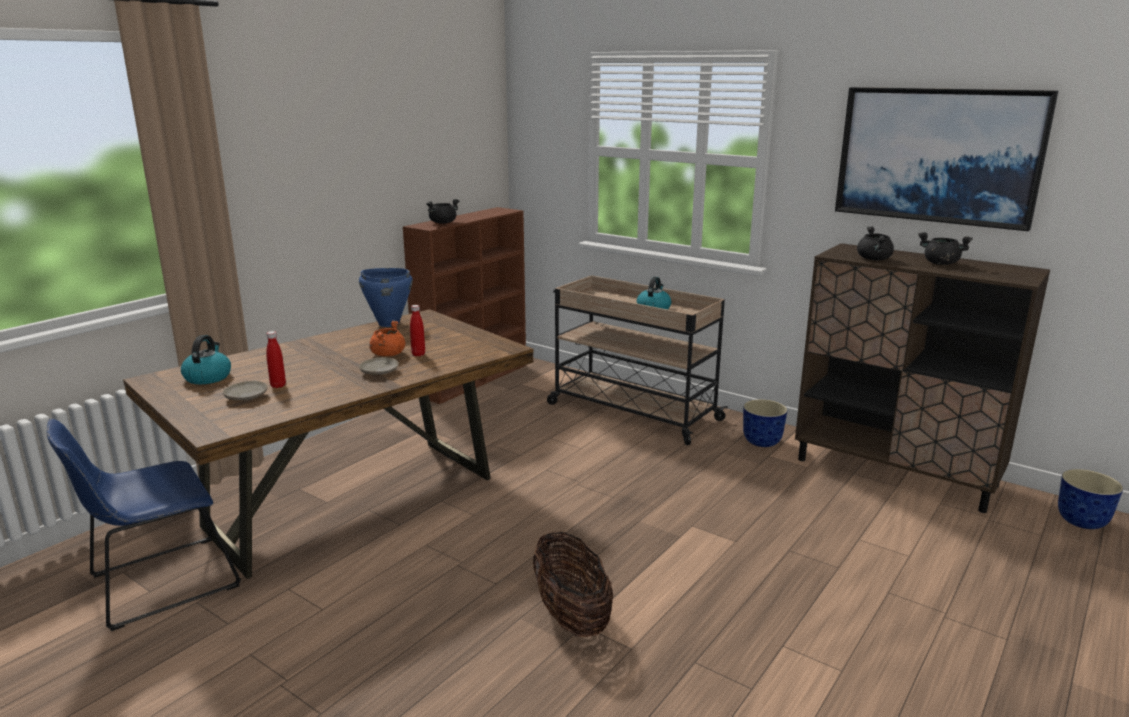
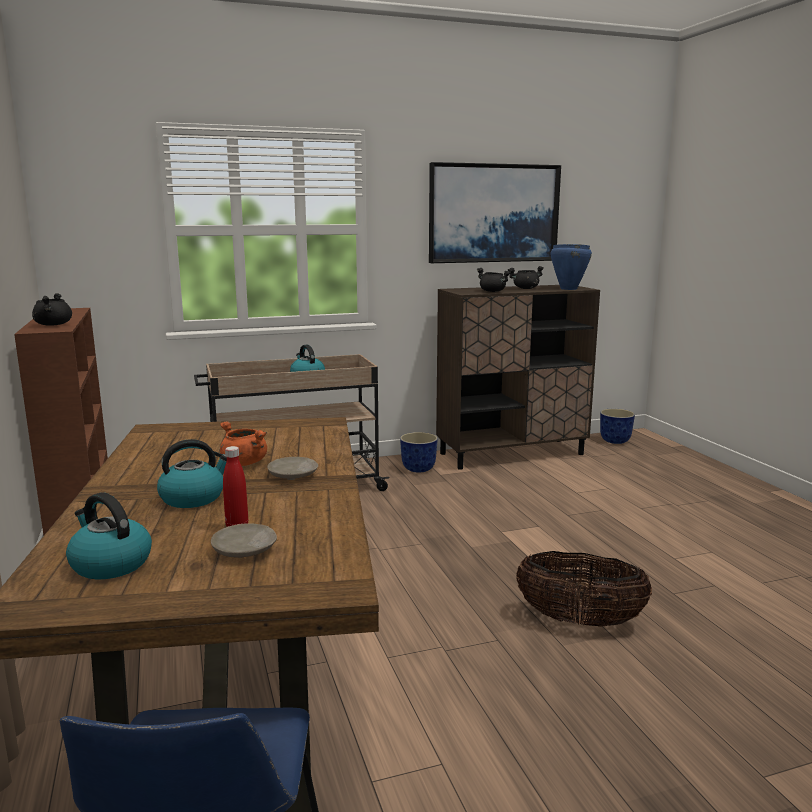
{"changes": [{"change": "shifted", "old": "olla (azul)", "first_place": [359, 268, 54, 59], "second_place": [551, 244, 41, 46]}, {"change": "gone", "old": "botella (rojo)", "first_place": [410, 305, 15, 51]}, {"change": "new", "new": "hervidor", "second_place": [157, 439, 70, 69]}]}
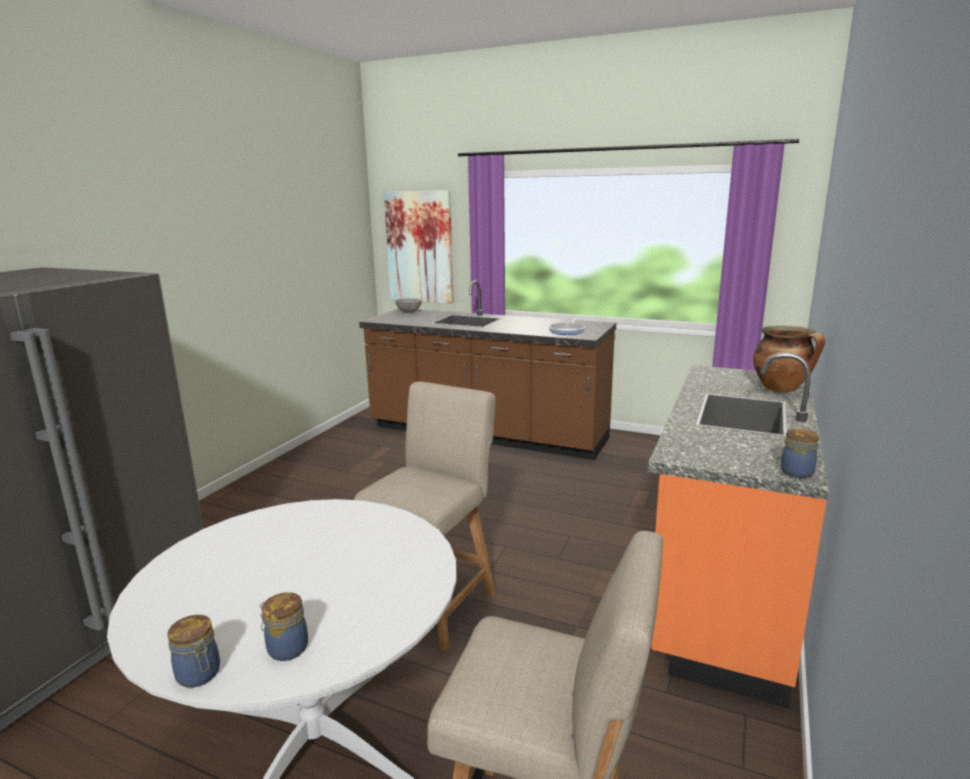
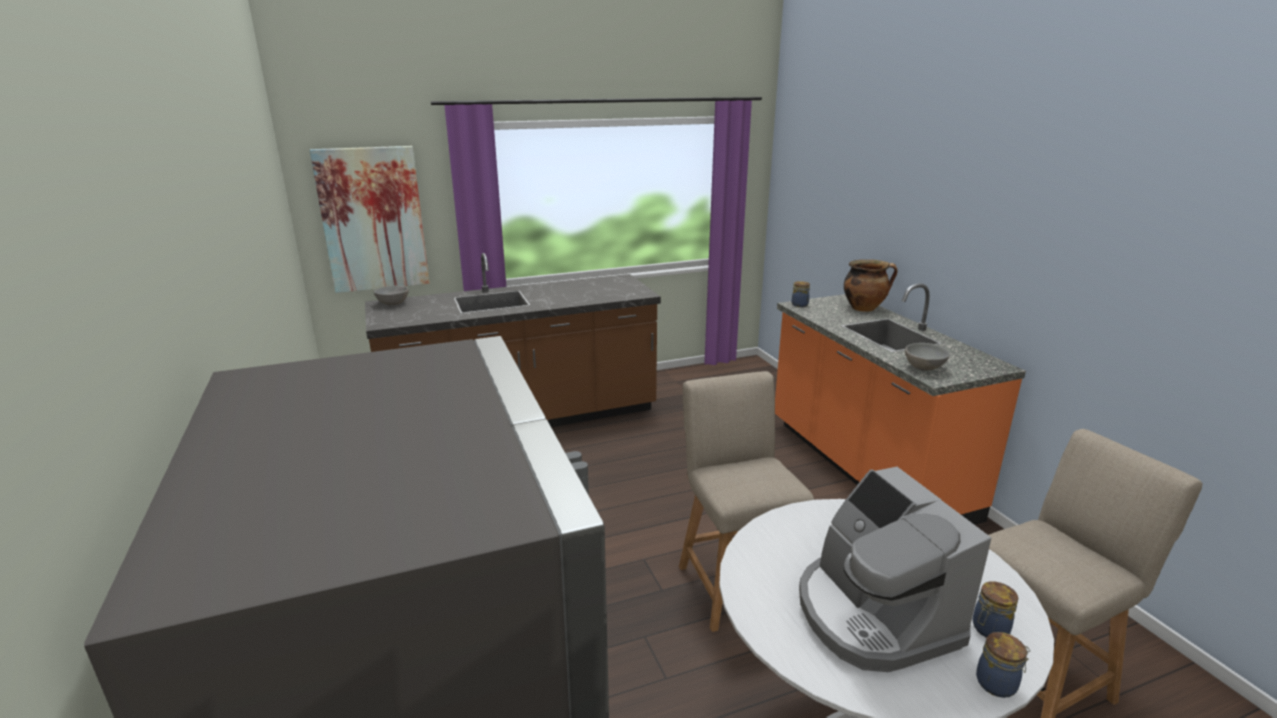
{"changes": [{"change": "gone", "old": "sartén", "first_place": [549, 318, 36, 17]}, {"change": "shifted", "old": "tarro", "first_place": [781, 429, 38, 49], "second_place": [792, 281, 18, 26]}, {"change": "new", "new": "cuenco (gris)", "second_place": [905, 343, 45, 28]}, {"change": "new", "new": "cafetera", "second_place": [799, 467, 192, 205]}]}
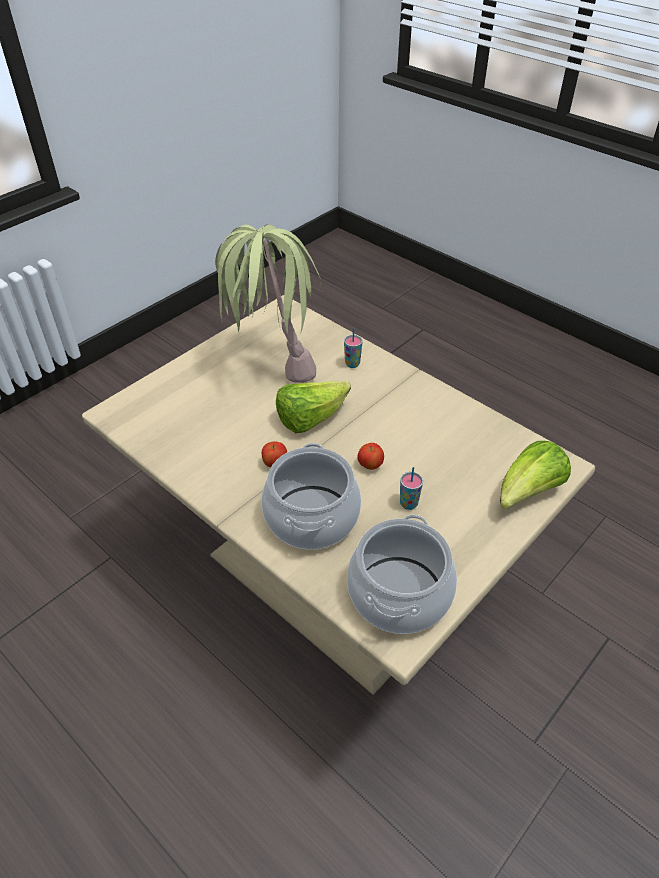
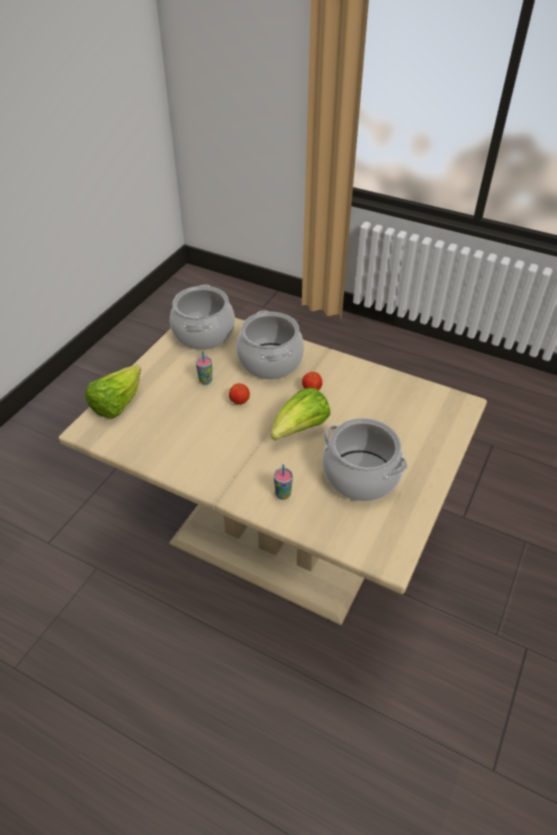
{"changes": [{"change": "swapped", "old": "planta en maceta", "new": "olla", "first_place": [215, 224, 106, 159], "second_place": [322, 418, 86, 83]}]}
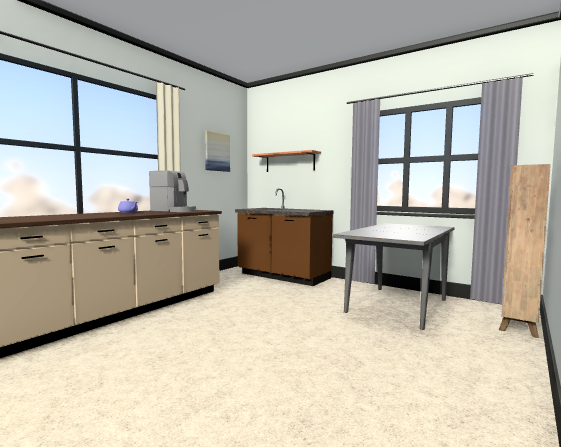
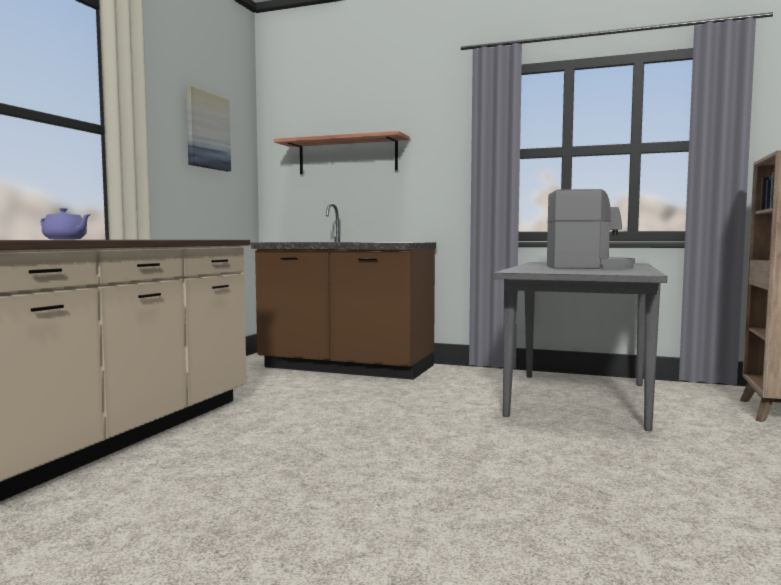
{"changes": [{"change": "shifted", "old": "cafetera", "first_place": [149, 171, 47, 41], "second_place": [547, 189, 88, 80]}]}
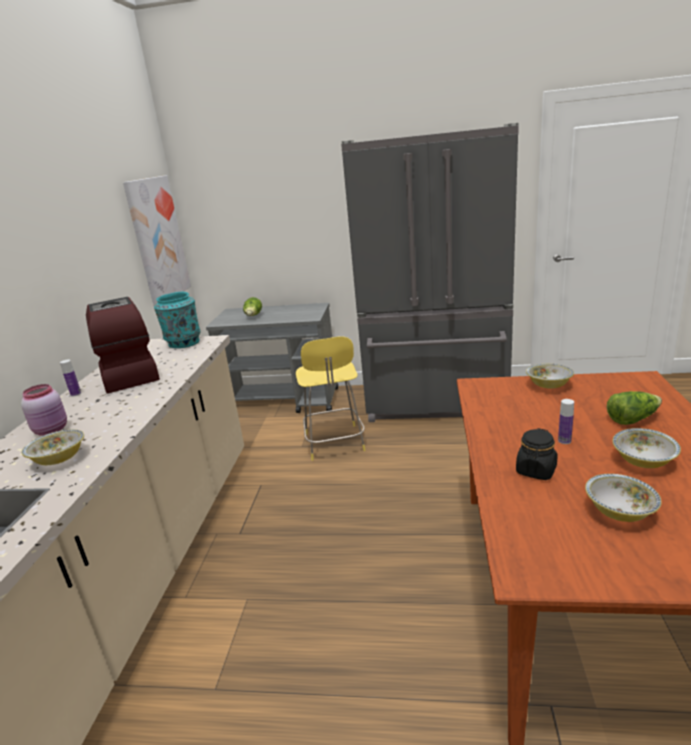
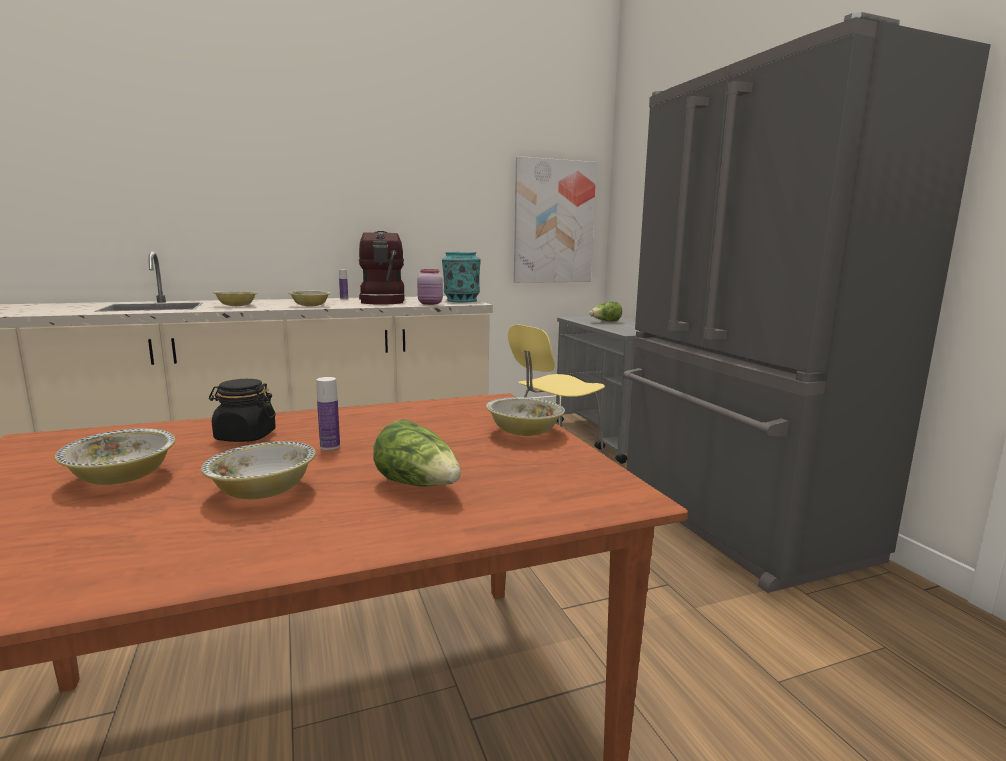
{"changes": [{"change": "rotated", "old": "cafetera", "first_place": [86, 297, 74, 96], "second_place": [359, 231, 46, 74], "degrees": 135}, {"change": "shifted", "old": "tarro (rosa)", "first_place": [21, 384, 46, 52], "second_place": [417, 269, 26, 36]}, {"change": "new", "new": "cuenco", "second_place": [289, 290, 42, 17]}]}
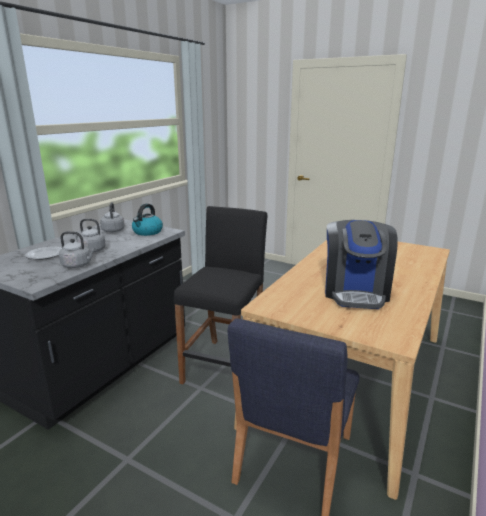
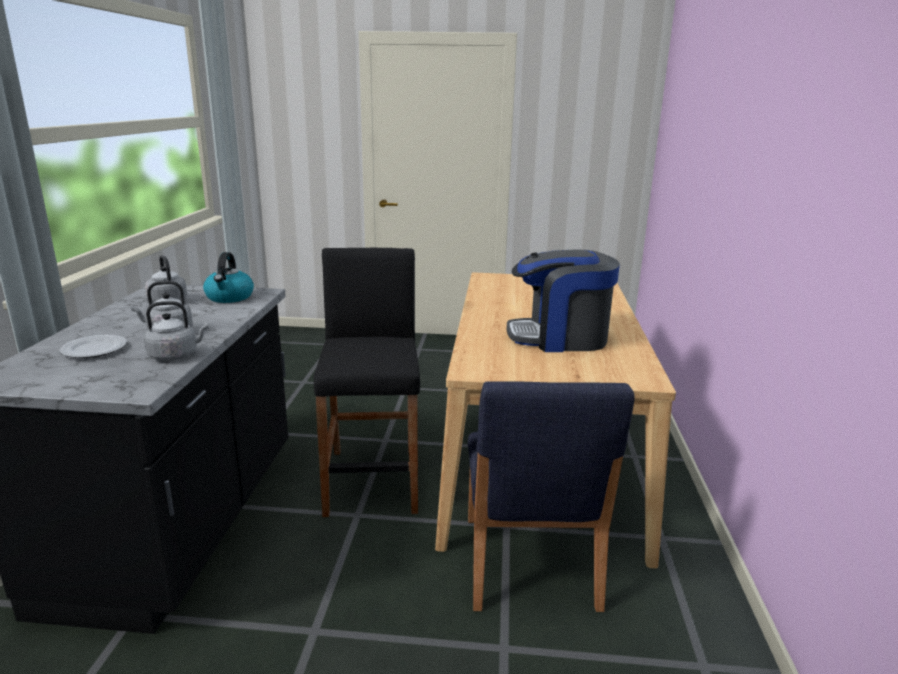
{"changes": [{"change": "rotated", "old": "cafetera", "first_place": [325, 220, 73, 89], "second_place": [507, 249, 113, 103], "degrees": 105}]}
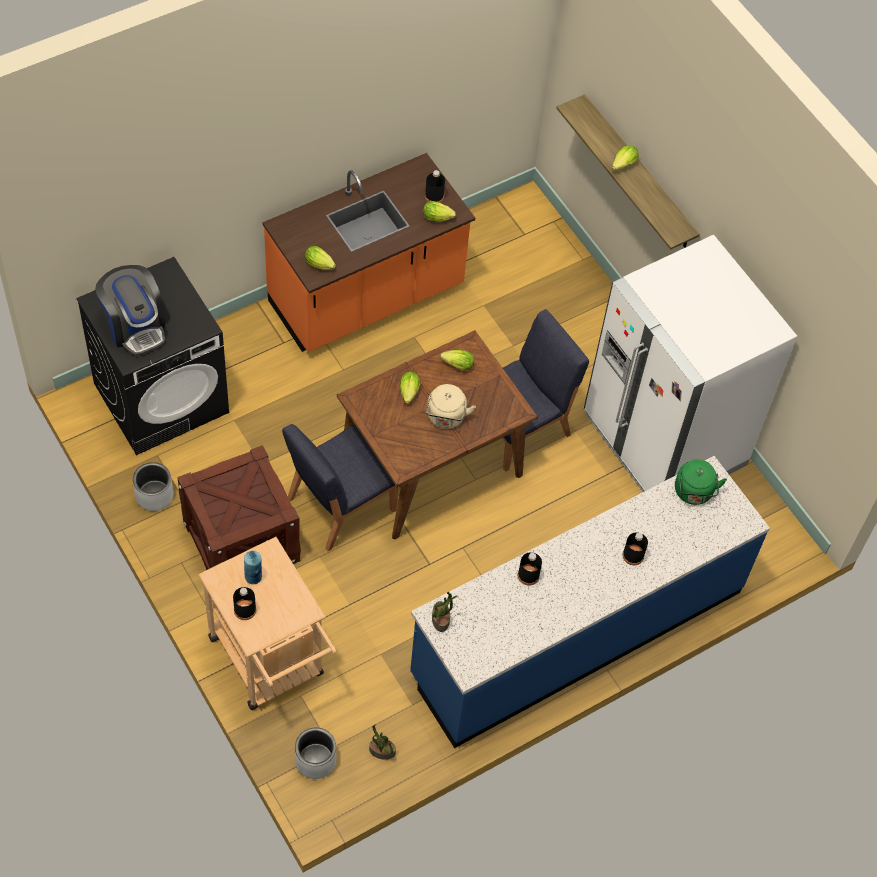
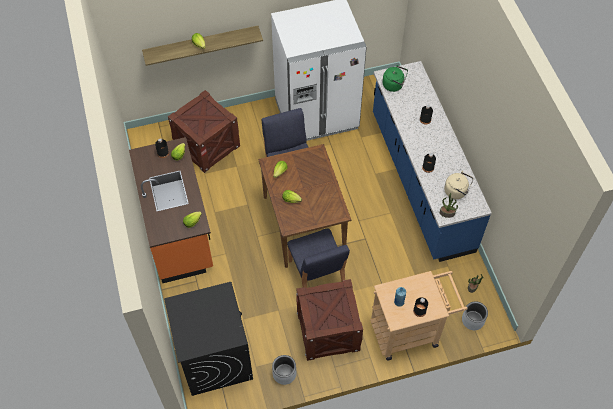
{"changes": [{"change": "gone", "old": "cafetera", "first_place": [95, 265, 70, 91]}, {"change": "shifted", "old": "hervidor (beis)", "first_place": [426, 384, 50, 45], "second_place": [444, 171, 29, 28]}, {"change": "new", "new": "caja de embalaje", "second_place": [168, 90, 72, 83]}]}
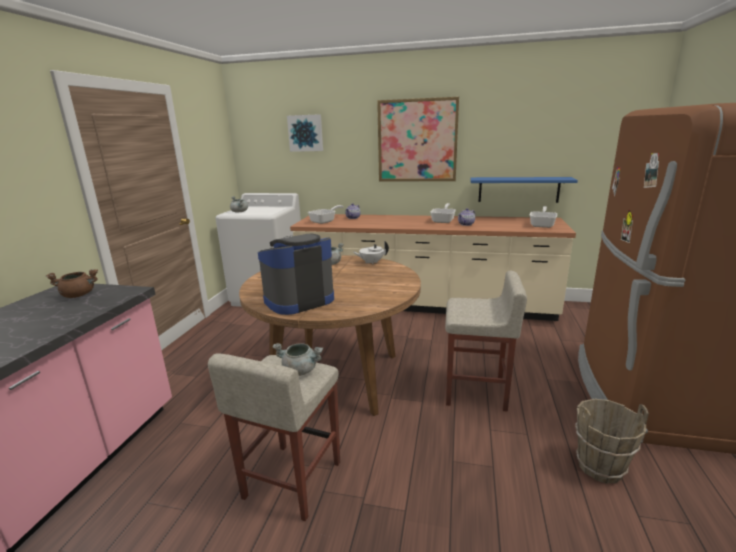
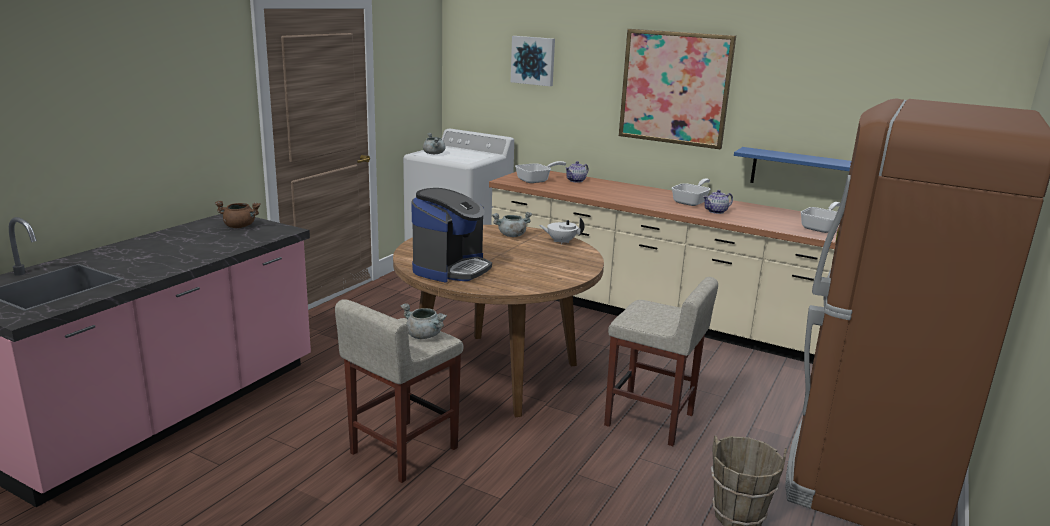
{"changes": [{"change": "rotated", "old": "cafetera", "first_place": [258, 234, 76, 81], "second_place": [411, 188, 81, 94], "degrees": 135}]}
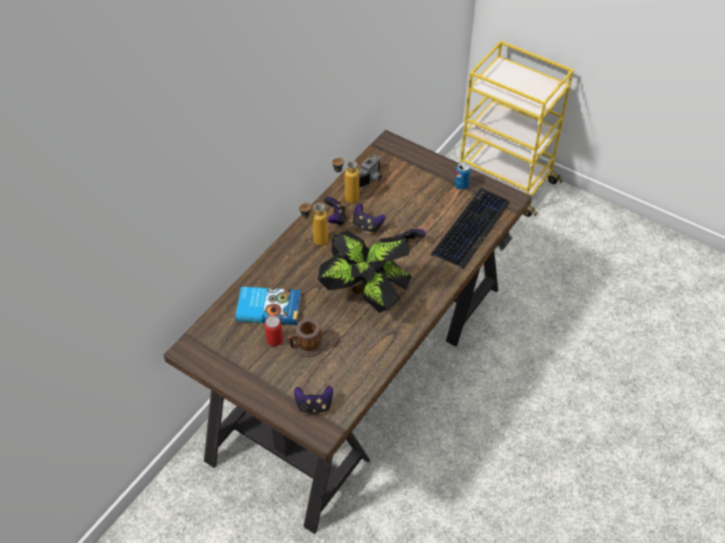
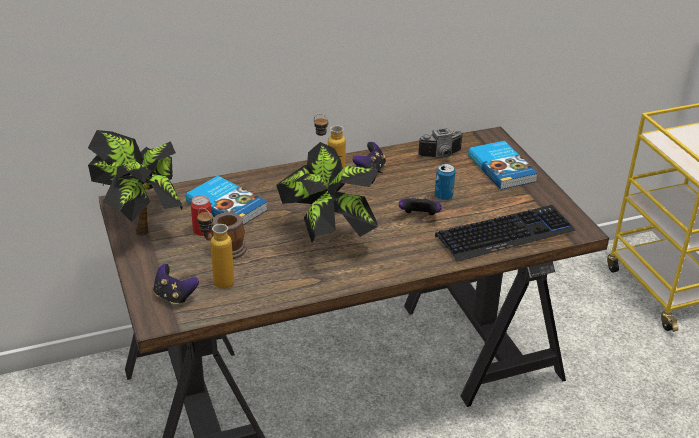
{"changes": [{"change": "shifted", "old": "botella", "first_place": [332, 156, 27, 47], "second_place": [197, 208, 37, 81]}, {"change": "shifted", "old": "lata", "first_place": [454, 162, 17, 27], "second_place": [435, 164, 20, 37]}, {"change": "gone", "old": "mando de consola", "first_place": [353, 203, 33, 30]}, {"change": "new", "new": "planta en maceta", "second_place": [88, 130, 95, 106]}, {"change": "new", "new": "libro", "second_place": [468, 141, 70, 49]}]}
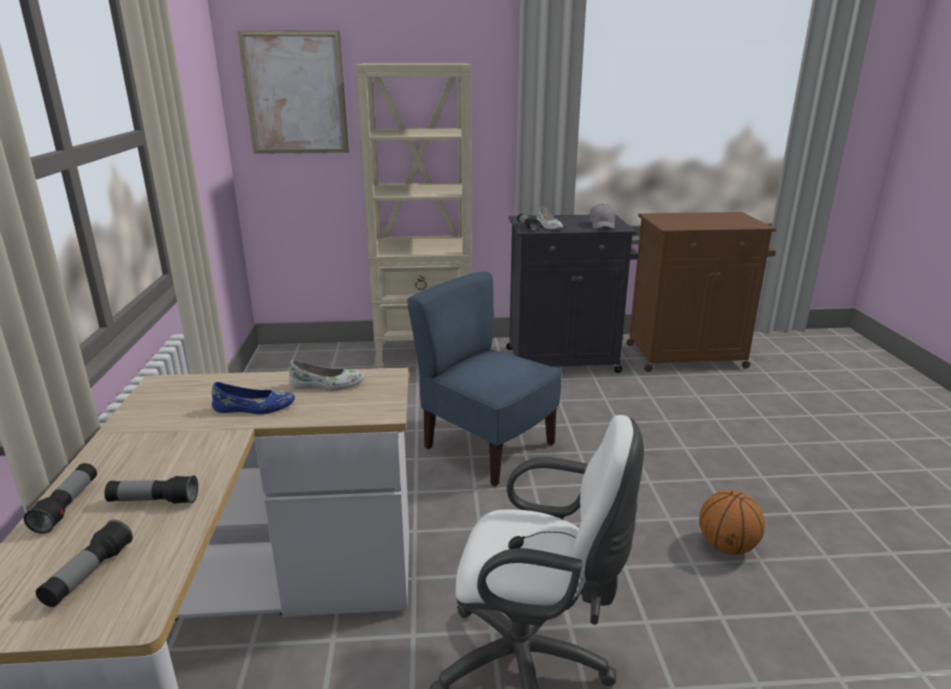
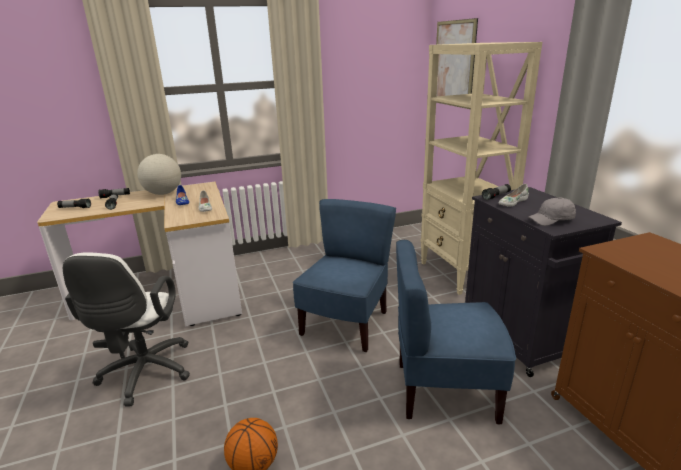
{"changes": [{"change": "new", "new": "globo terráqueo", "second_place": [137, 154, 44, 41]}, {"change": "new", "new": "silla (azul)", "second_place": [396, 240, 120, 185]}]}
